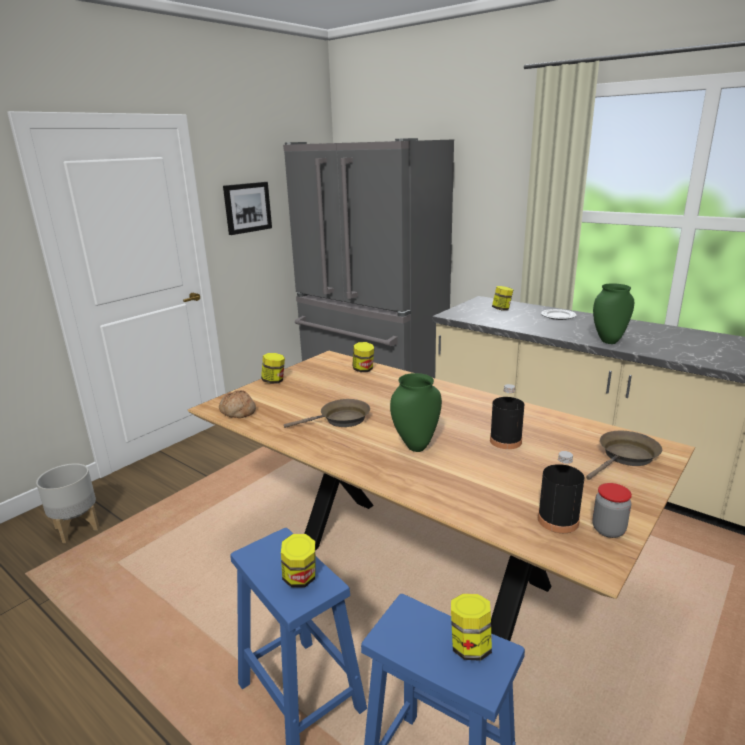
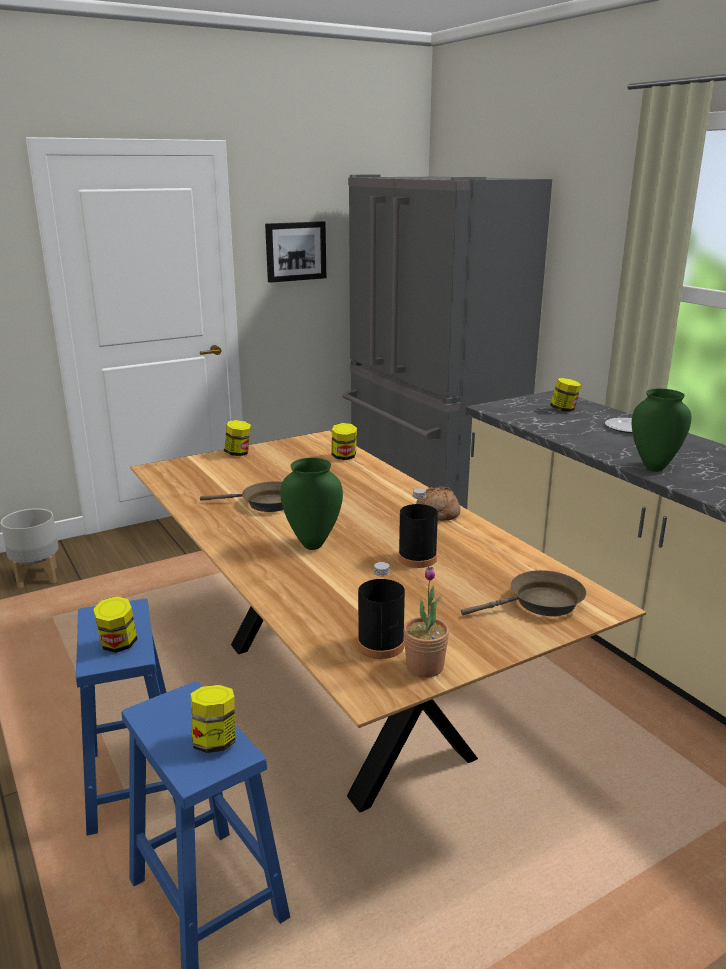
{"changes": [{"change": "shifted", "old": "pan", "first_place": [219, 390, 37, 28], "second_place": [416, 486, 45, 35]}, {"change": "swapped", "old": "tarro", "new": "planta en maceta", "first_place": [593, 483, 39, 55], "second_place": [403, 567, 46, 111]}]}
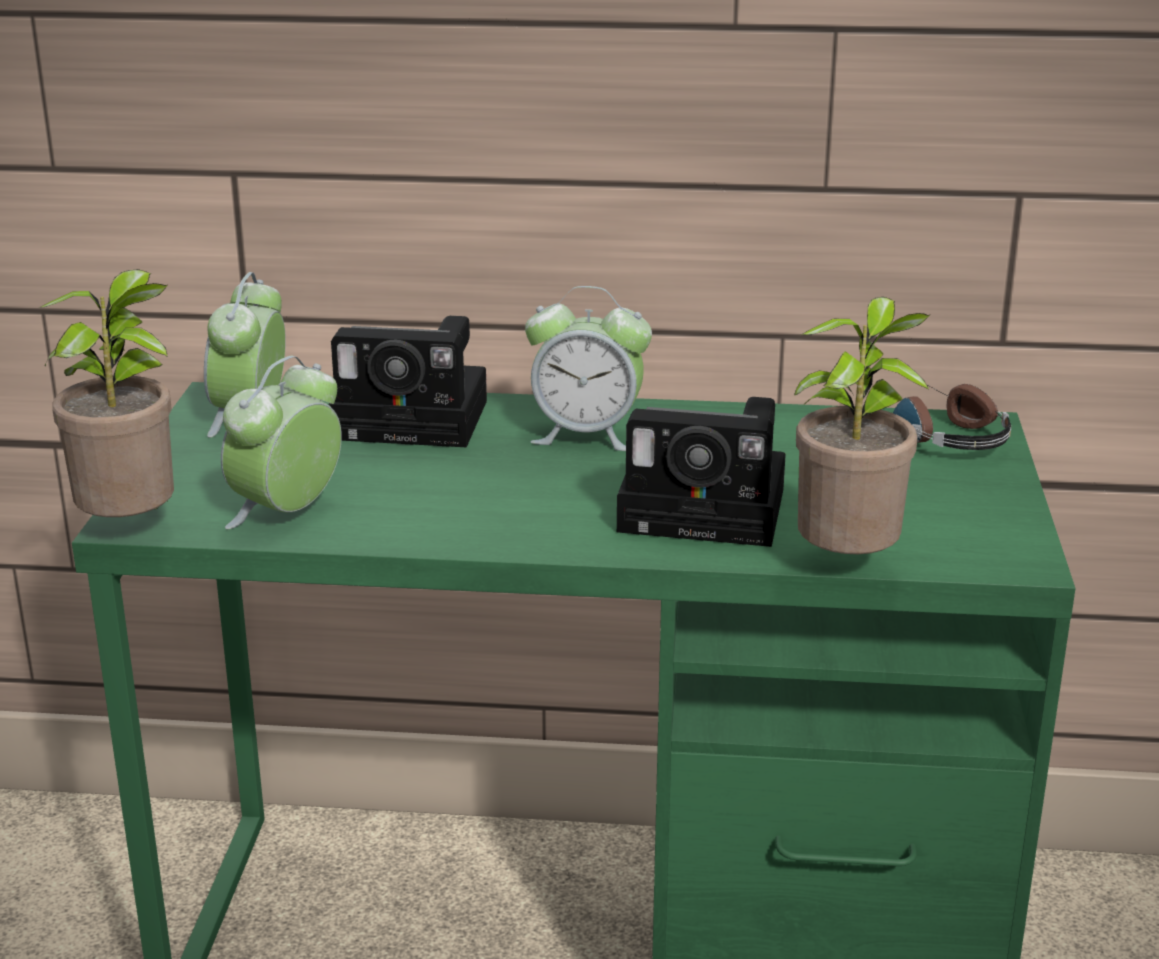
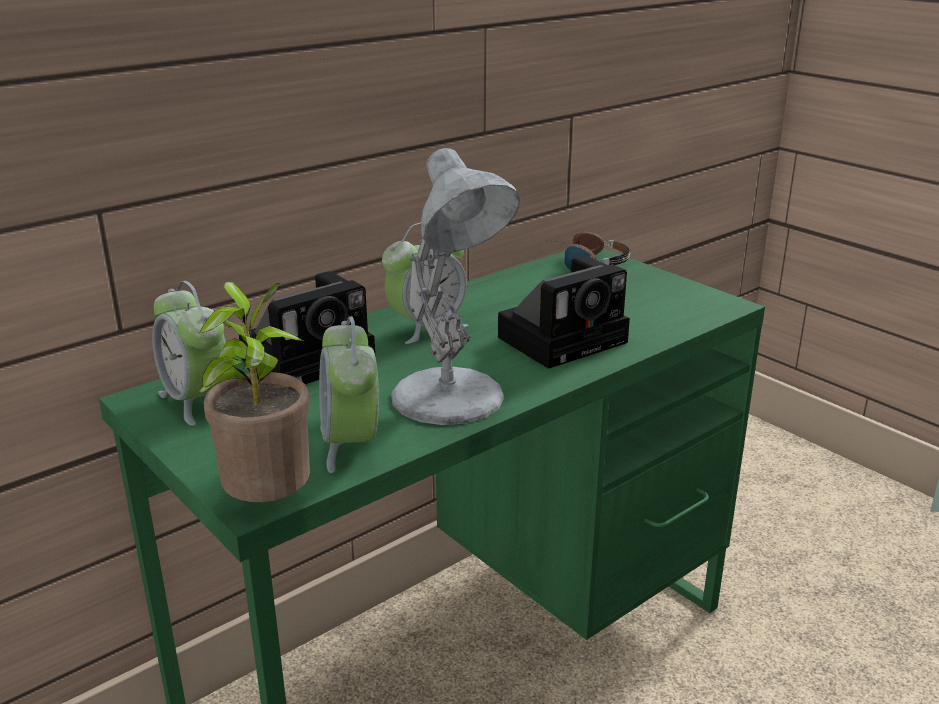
{"changes": [{"change": "gone", "old": "planta en maceta", "first_place": [794, 297, 136, 257]}, {"change": "new", "new": "lámpara de mesa (blanco)", "second_place": [391, 148, 129, 277]}]}
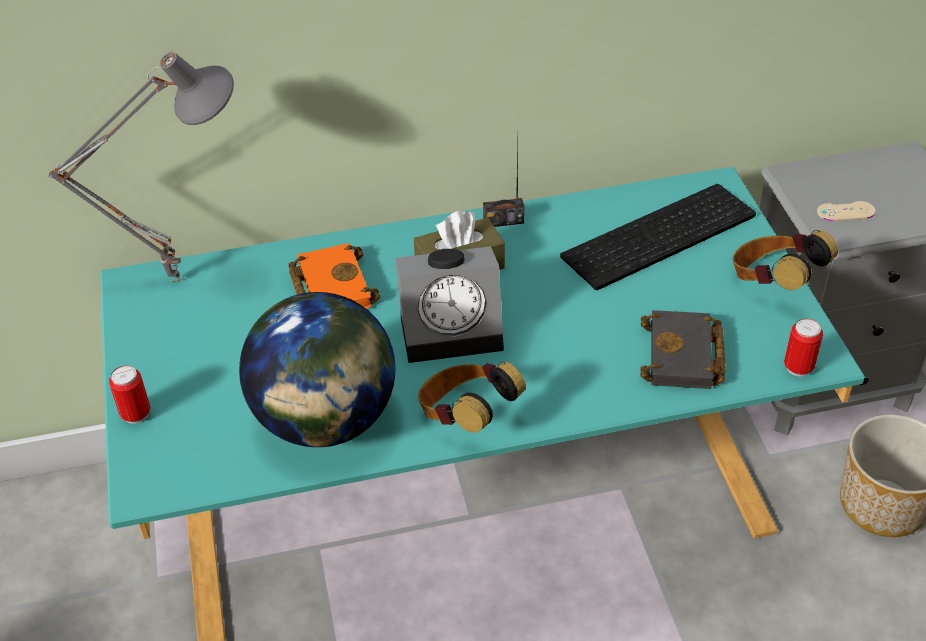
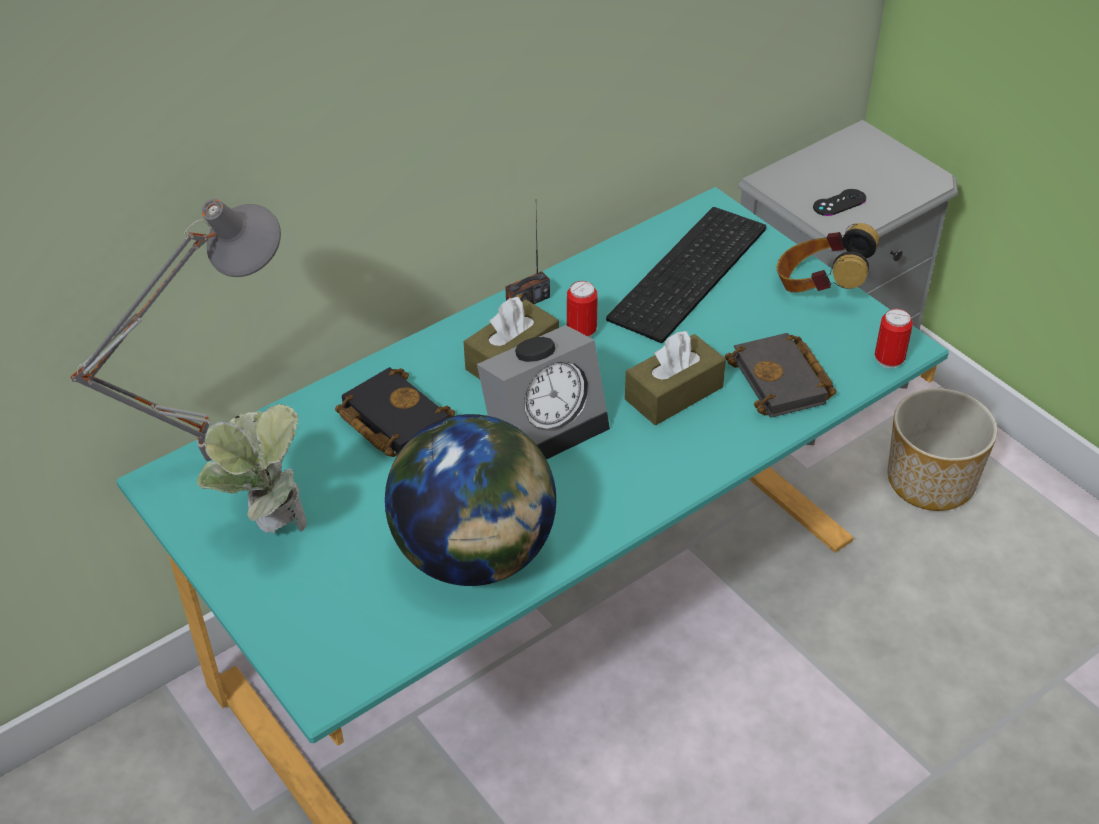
{"changes": [{"change": "repainted", "old": "mando de consola (beis)", "new": "mando de consola (negro)", "first_place": [817, 201, 59, 20], "second_place": [813, 189, 53, 27]}, {"change": "repainted", "old": "libro (naranja)", "new": "libro (negro)", "first_place": [288, 243, 93, 65], "second_place": [335, 367, 120, 90]}, {"change": "gone", "old": "auriculares", "first_place": [418, 362, 108, 71]}, {"change": "shifted", "old": "lata", "first_place": [109, 365, 42, 59], "second_place": [567, 281, 31, 56]}, {"change": "new", "new": "caja de pañuelos (marrón)", "second_place": [625, 331, 101, 94]}, {"change": "new", "new": "planta en maceta", "second_place": [197, 404, 109, 129]}]}
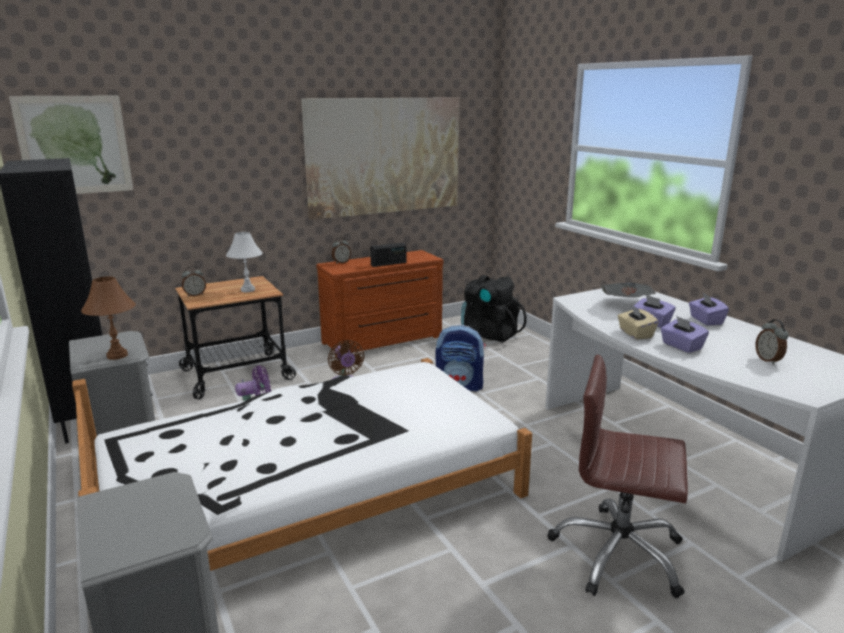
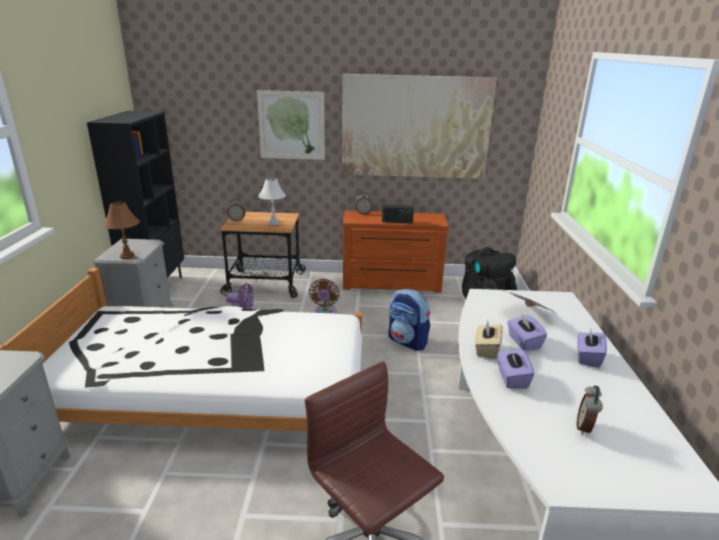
{"changes": [{"change": "shifted", "old": "cuadro", "first_place": [9, 96, 124, 98], "second_place": [257, 90, 68, 70]}]}
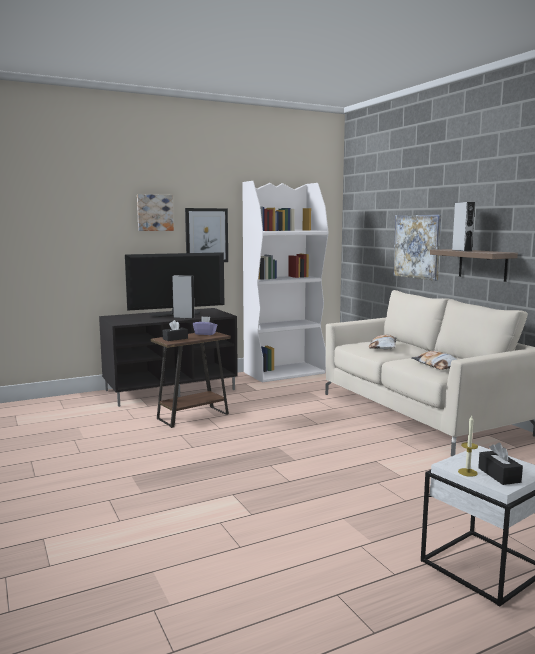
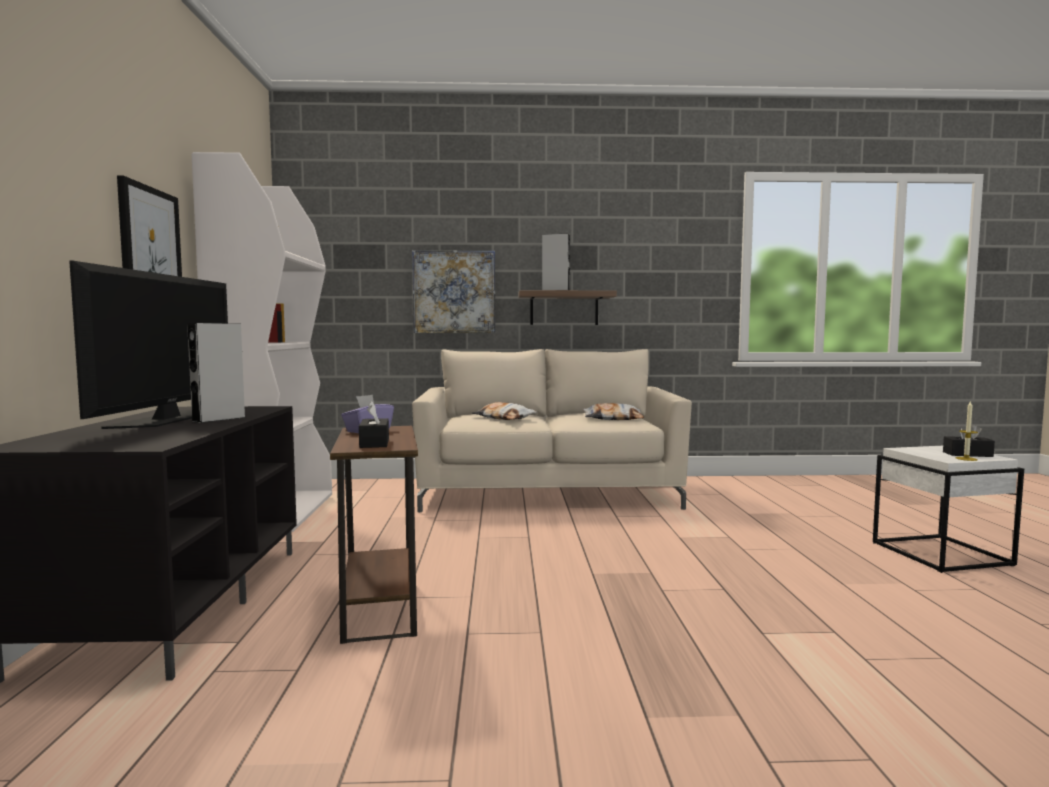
{"changes": [{"change": "gone", "old": "cuadro", "first_place": [137, 194, 37, 37]}]}
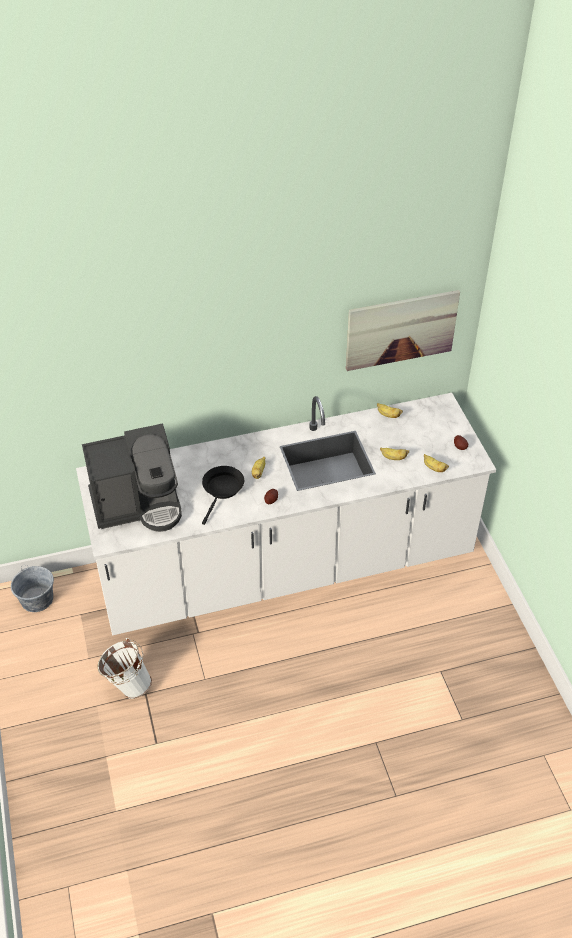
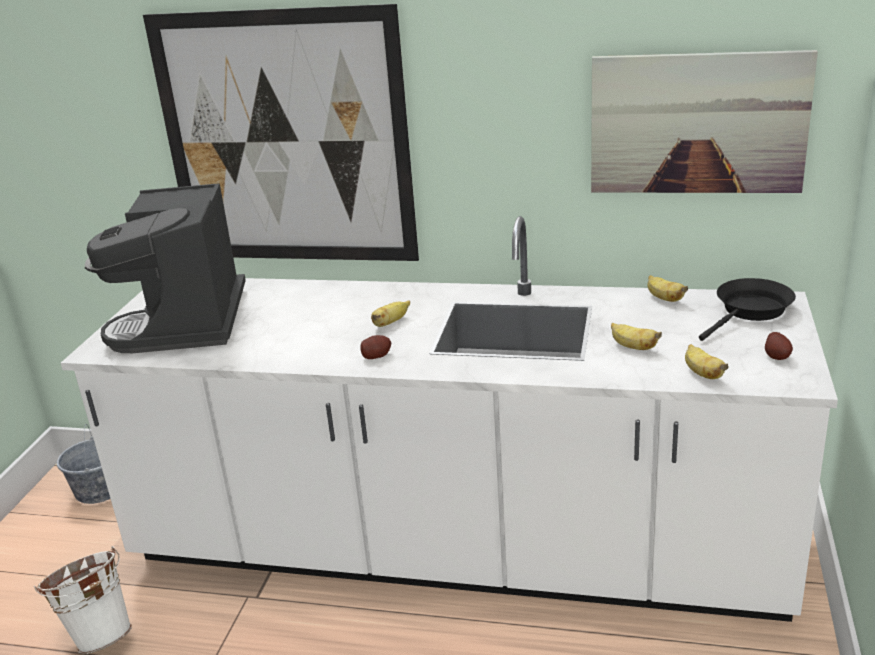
{"changes": [{"change": "rotated", "old": "cafetera", "first_place": [82, 424, 100, 108], "second_place": [85, 183, 161, 171], "degrees": 75}, {"change": "shifted", "old": "sartén (negro)", "first_place": [202, 466, 42, 59], "second_place": [699, 278, 97, 63]}, {"change": "new", "new": "cuadro", "second_place": [143, 4, 276, 257]}]}
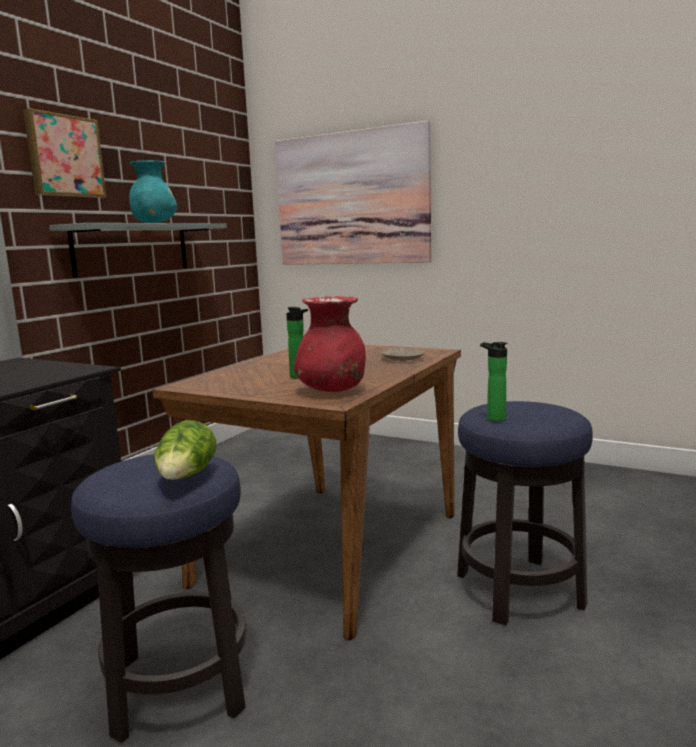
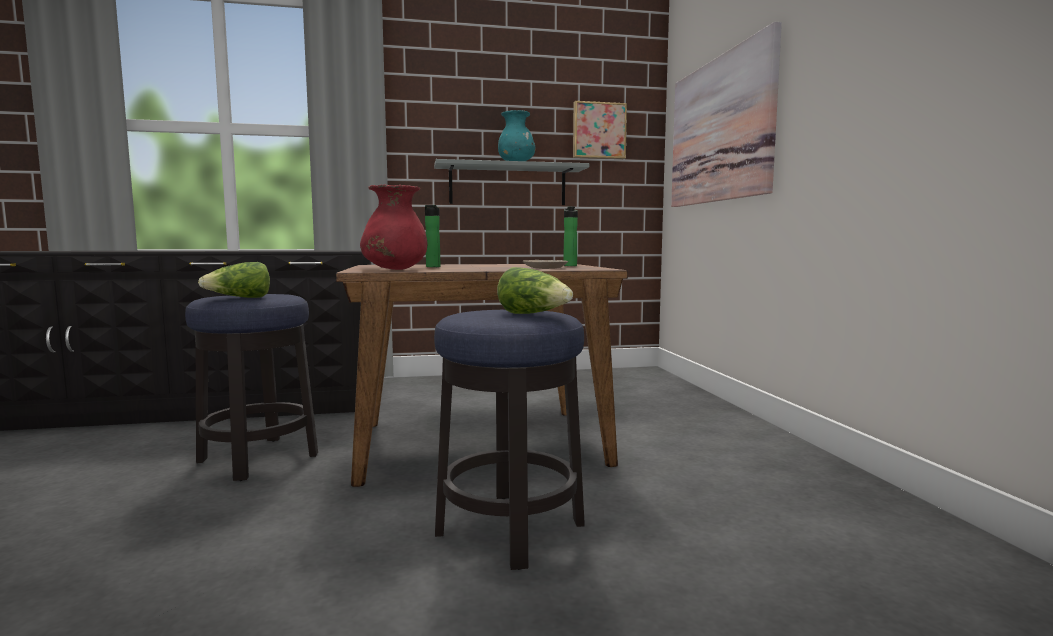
{"changes": [{"change": "shifted", "old": "cuadro", "first_place": [23, 108, 83, 90], "second_place": [573, 101, 54, 58]}, {"change": "shifted", "old": "botella", "first_place": [480, 342, 28, 79], "second_place": [564, 206, 14, 60]}, {"change": "new", "new": "lechuga", "second_place": [497, 267, 76, 47]}]}
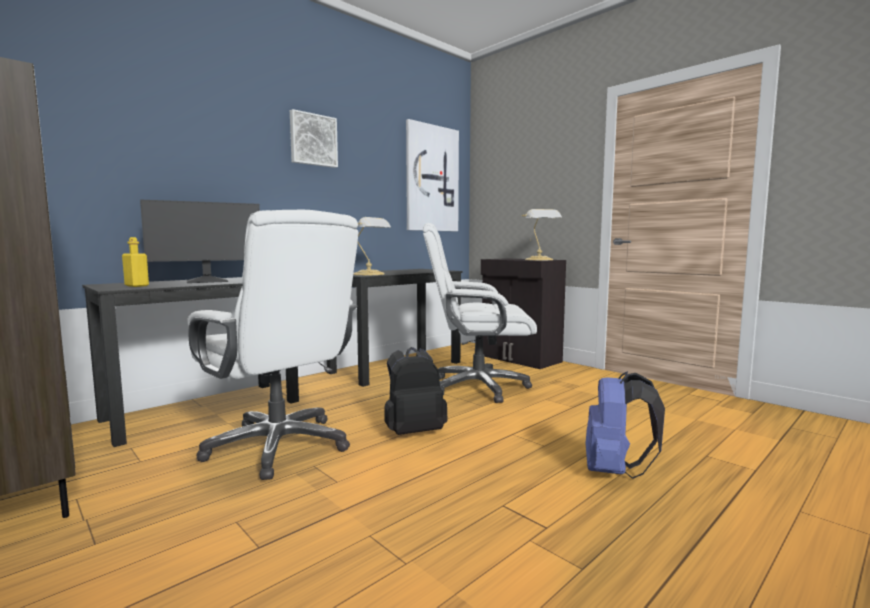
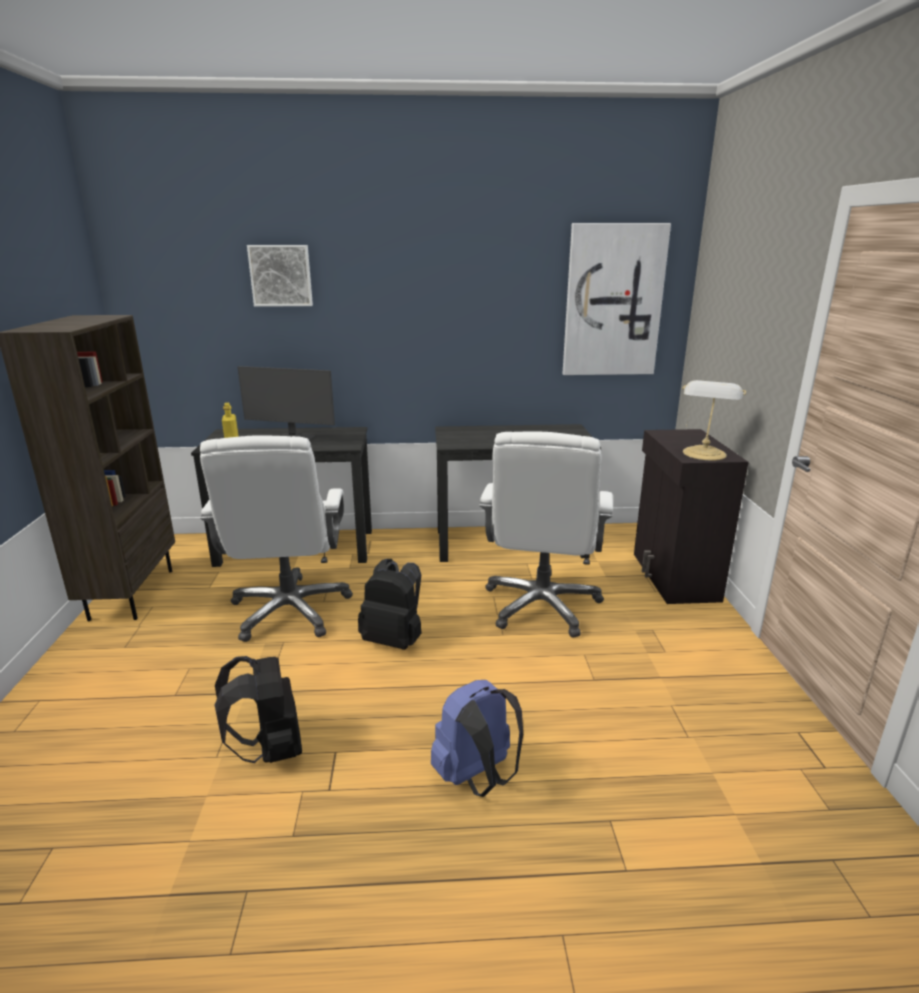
{"changes": [{"change": "shifted", "old": "cuadro", "first_place": [290, 109, 48, 59], "second_place": [247, 245, 66, 62]}, {"change": "gone", "old": "lámpara de mesa", "first_place": [353, 217, 38, 58]}, {"change": "rotated", "old": "silla de oficina (blanco)", "first_place": [423, 223, 114, 180], "second_place": [479, 432, 134, 205], "degrees": -120}, {"change": "new", "new": "mochila (negro)", "second_place": [215, 656, 87, 107]}]}
